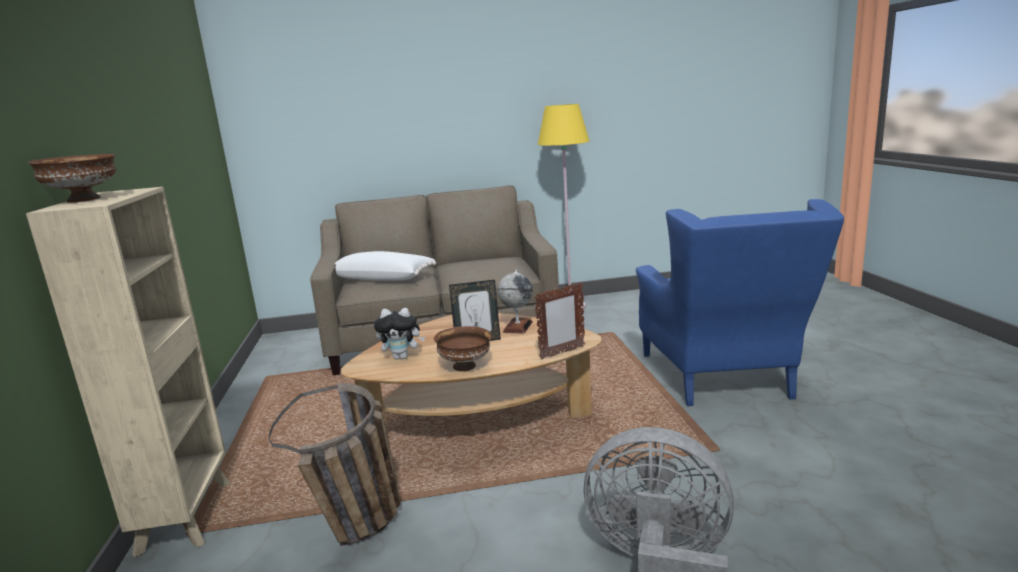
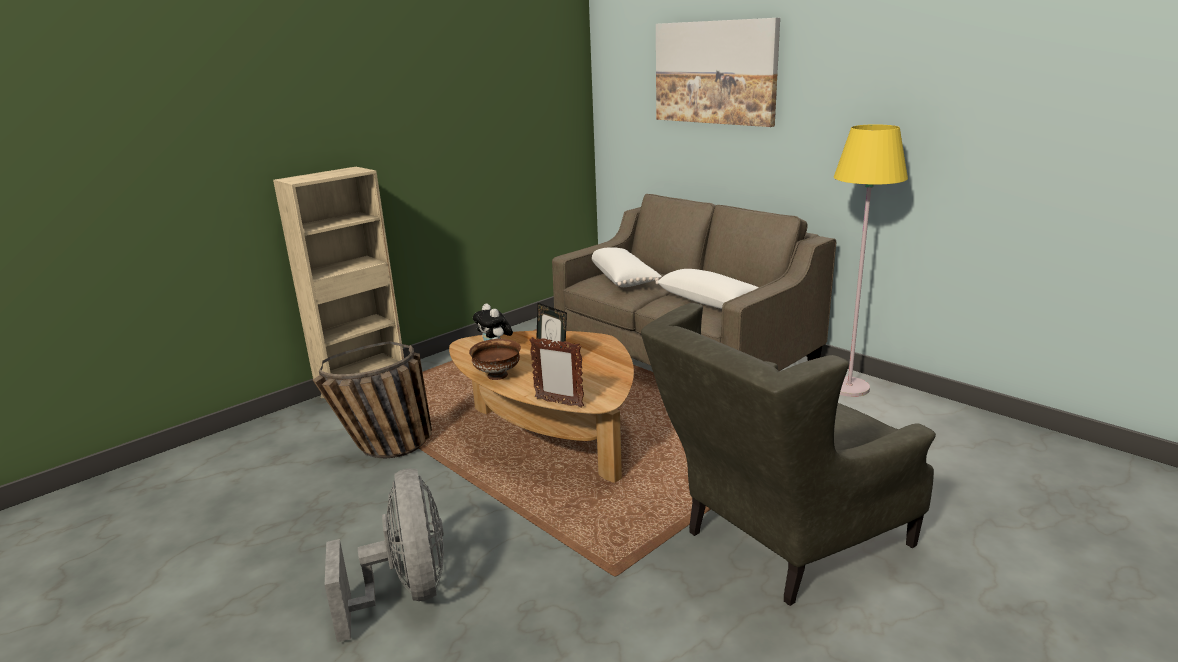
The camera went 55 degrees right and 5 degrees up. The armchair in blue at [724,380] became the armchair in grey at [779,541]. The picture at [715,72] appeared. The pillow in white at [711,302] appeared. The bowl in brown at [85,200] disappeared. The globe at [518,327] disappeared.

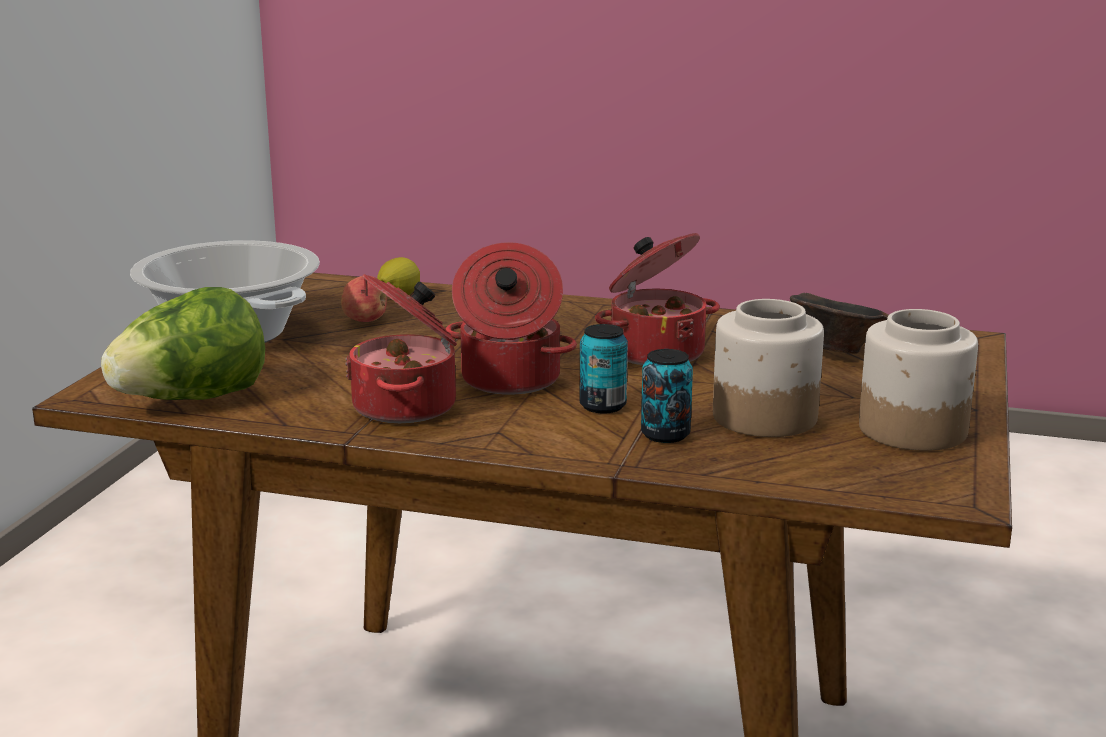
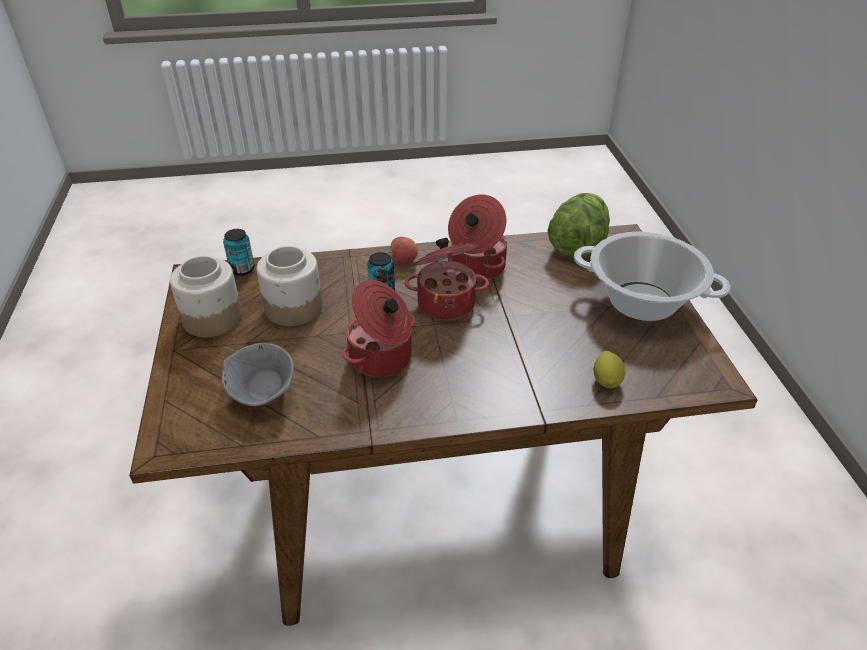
The camera went 155 degrees right and 20 degrees up. The bowl in brown at [834,351] became the bowl in grey at [264,396]. The can moved from [665,434] to [242,269]. The apple moved from [365,320] to [403,261].

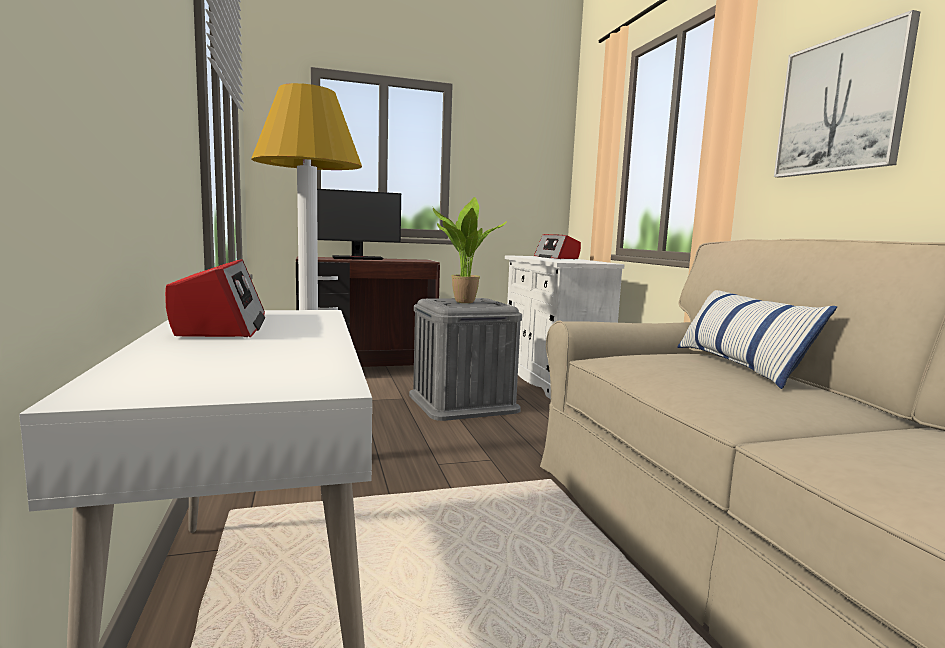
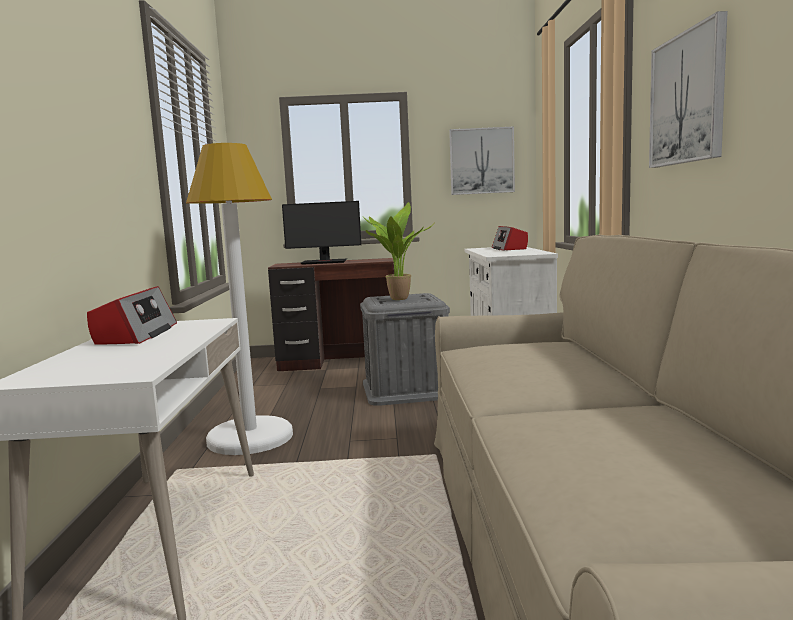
The camera went 15 degrees right and 0 degrees up. The picture at [481,161] appeared. The pillow at [738,365] disappeared.

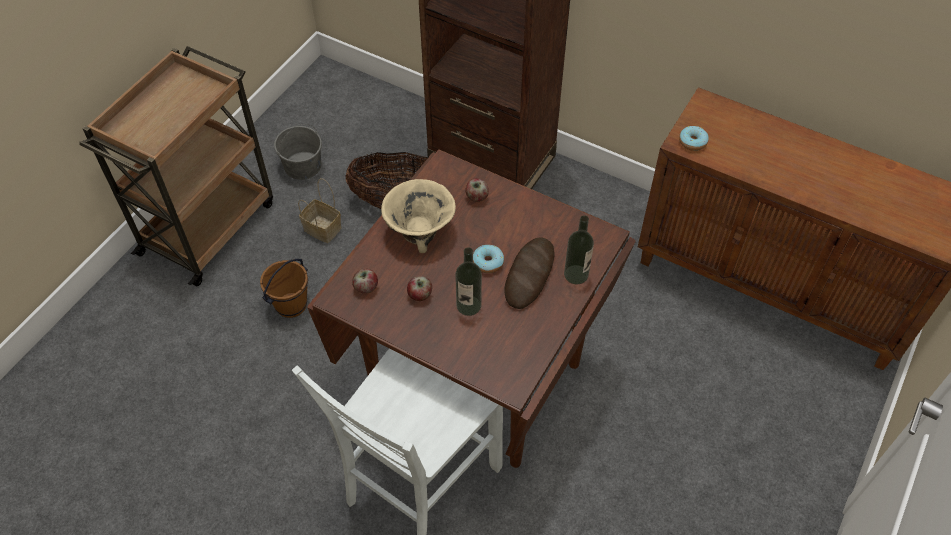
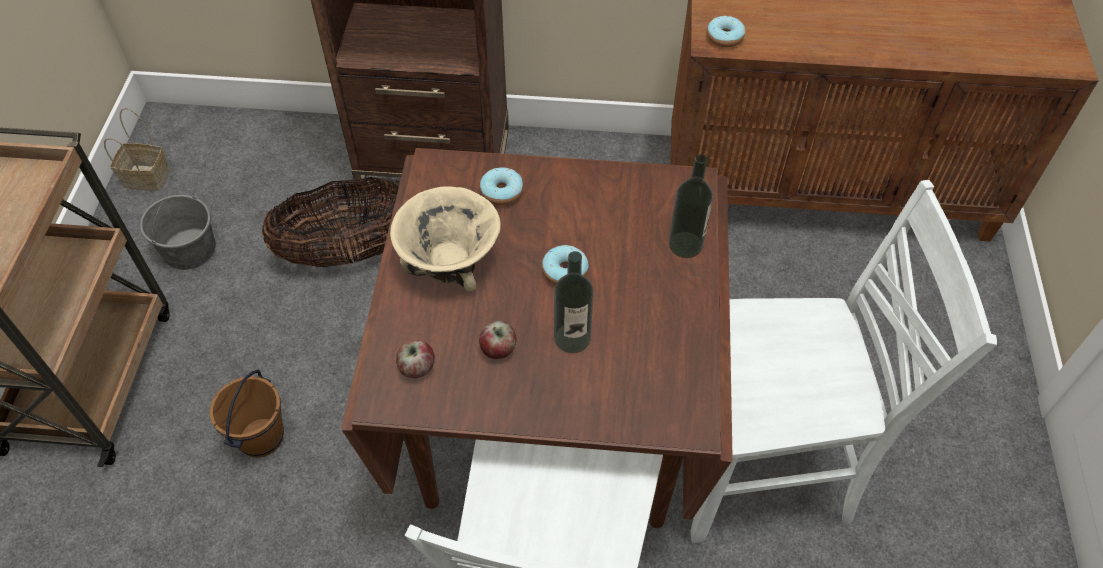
The camera went 25 degrees left and 0 degrees up. The basket moved from [321,229] to [144,178]. The apple at [476,197] was replaced by the donut at [501,192]. The chair in white at [763,472] appeared. The bread at [529,275] disappeared.

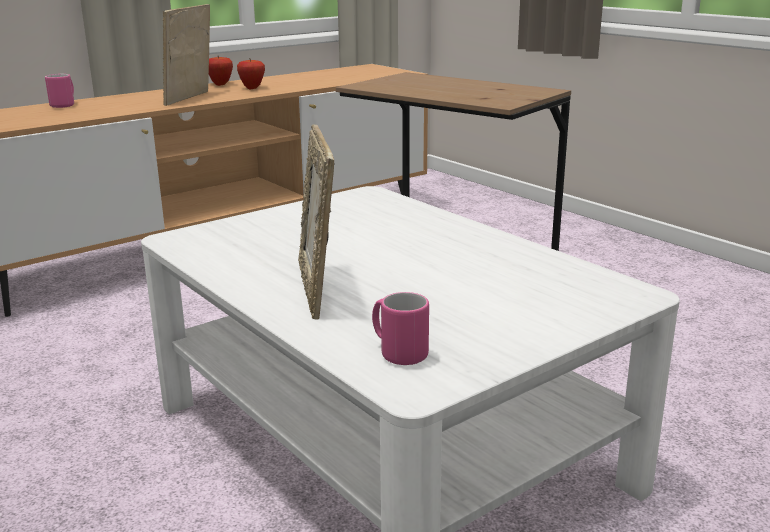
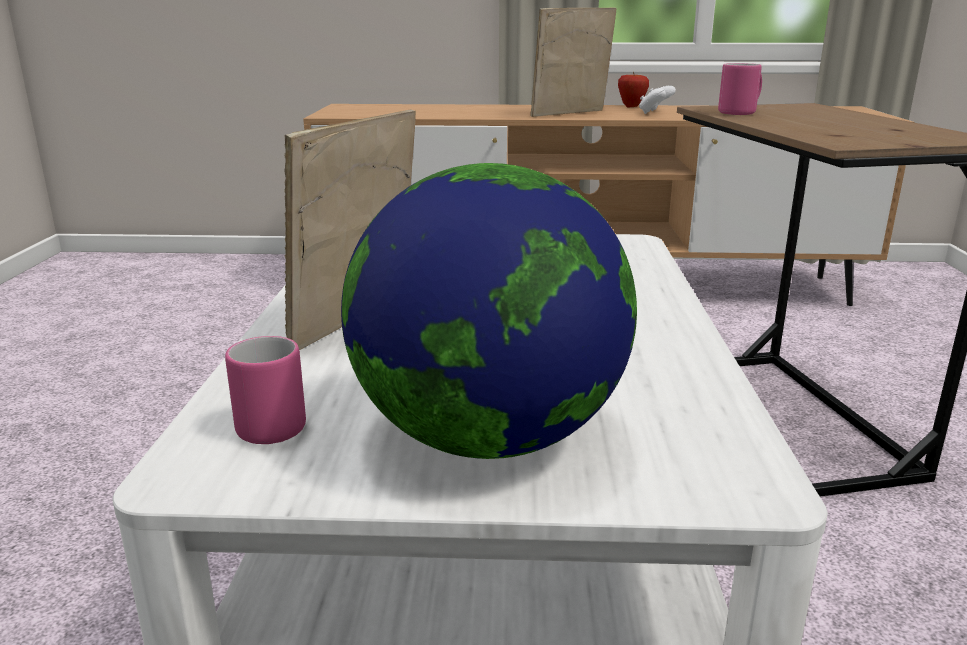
The camera went 40 degrees right and 0 degrees up. The globe at [489,438] appeared. The apple at [252,88] was replaced by the game controller in white at [654,113]. The mug in pink moved from [65,105] to [741,113].

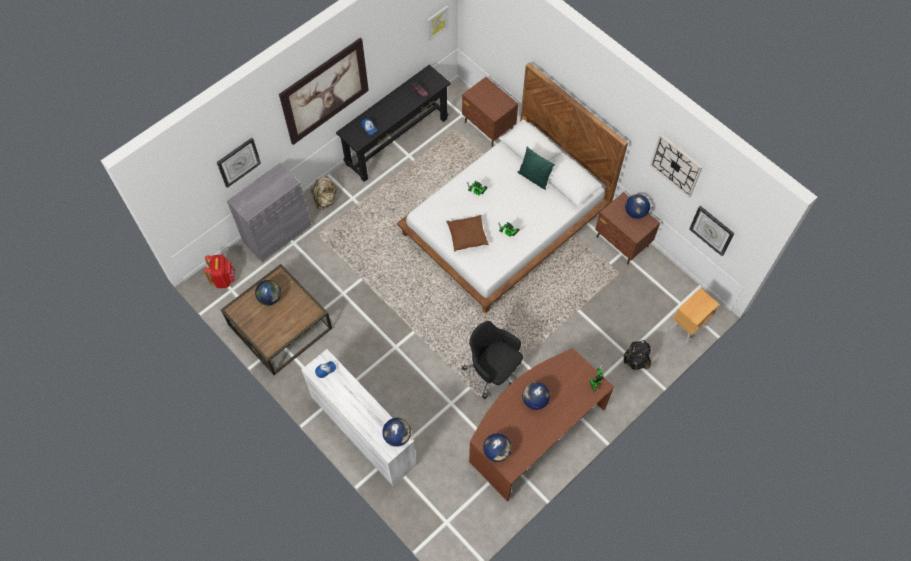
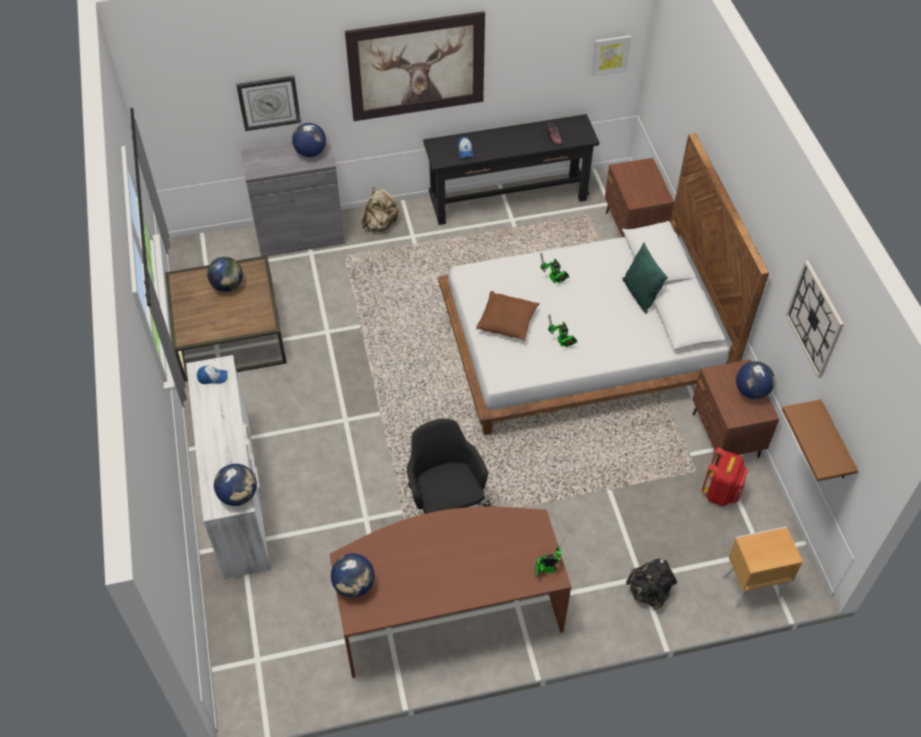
The camera went 30 degrees right and 10 degrees down. The globe moved from [534,400] to [310,152]. The backpack in red moved from [224,279] to [721,492]. The wall clock at [712,230] was replaced by the shelf in brown at [835,443].

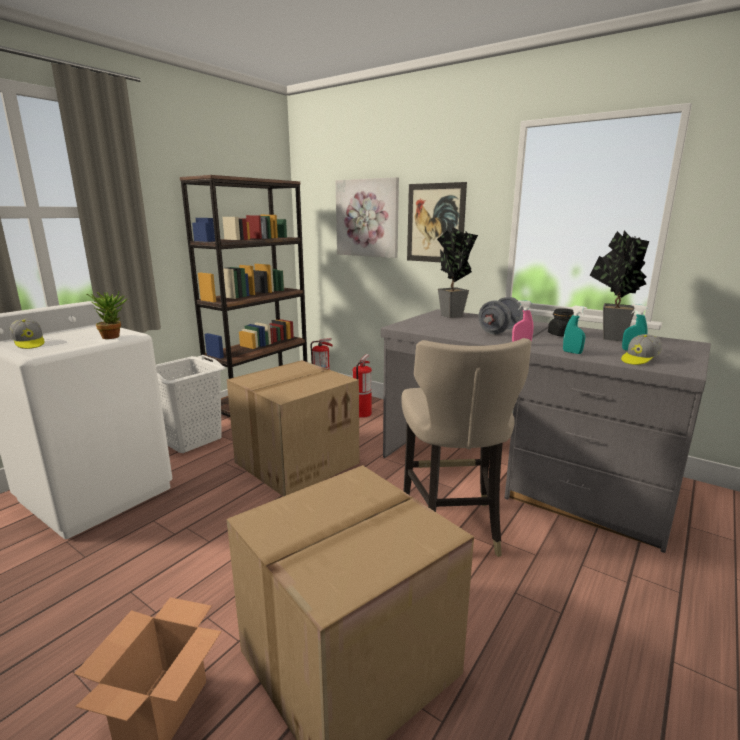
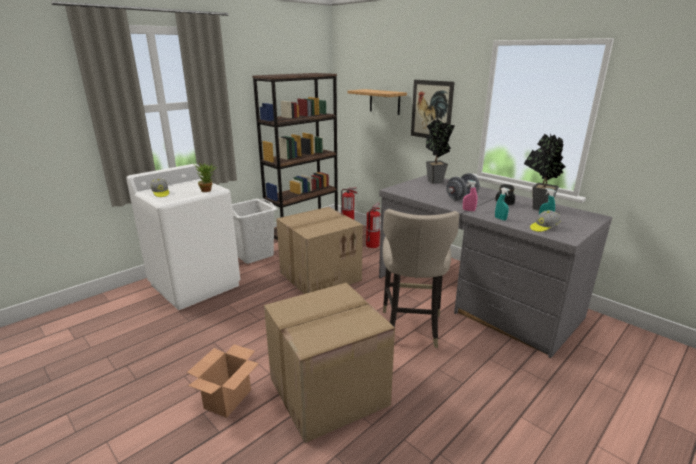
The camera went 10 degrees right and 5 degrees up. The picture at [367,218] was replaced by the shelf at [384,102].

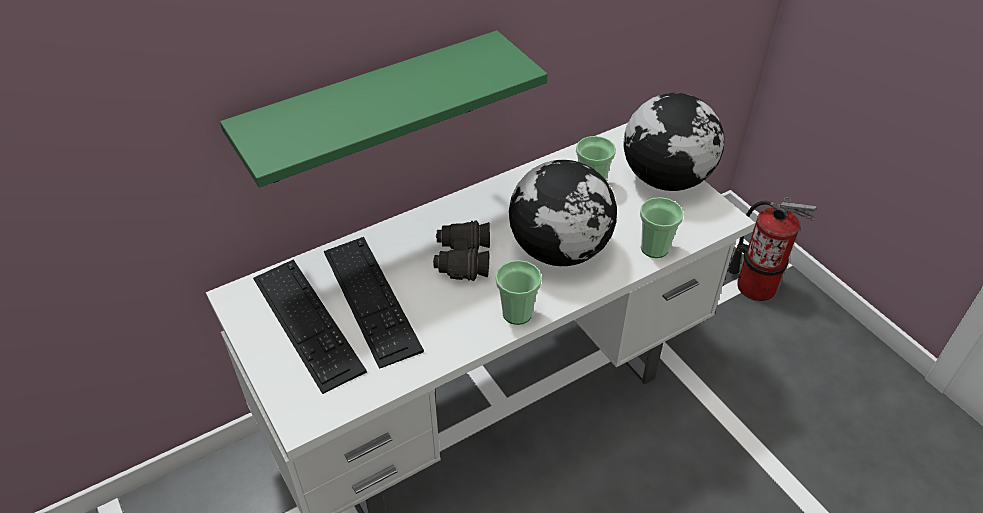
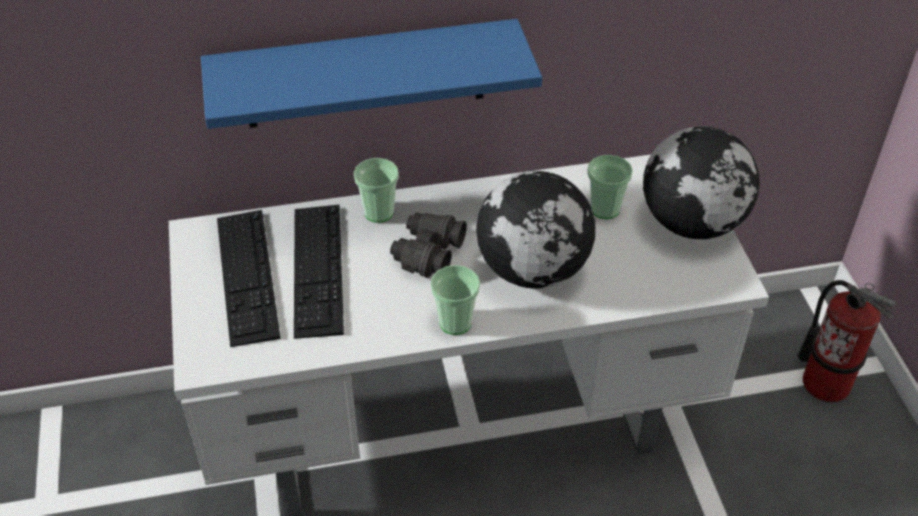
The camera went 20 degrees right and 0 degrees up. The shelf in green at [372,109] became the shelf in blue at [365,74]. The cup moved from [654,248] to [378,212].

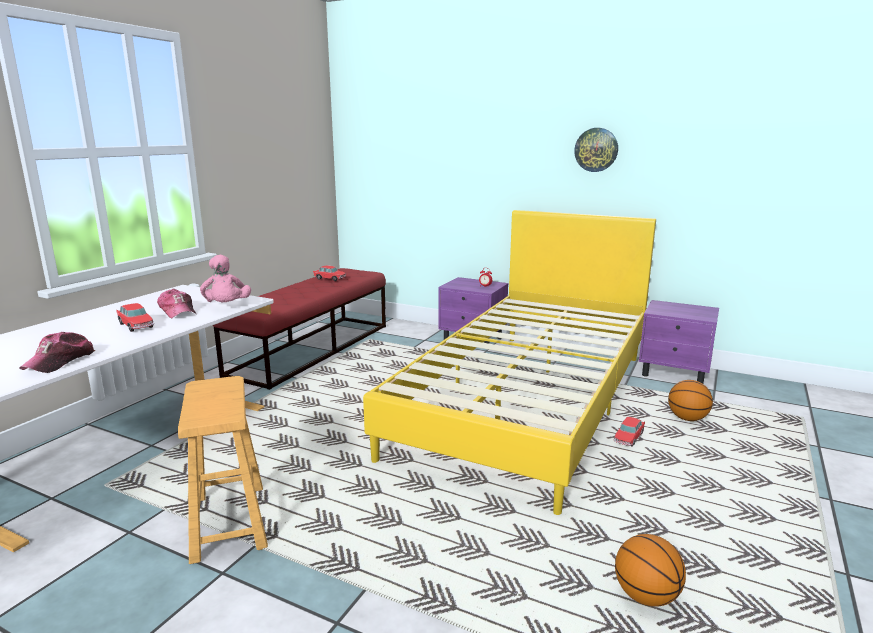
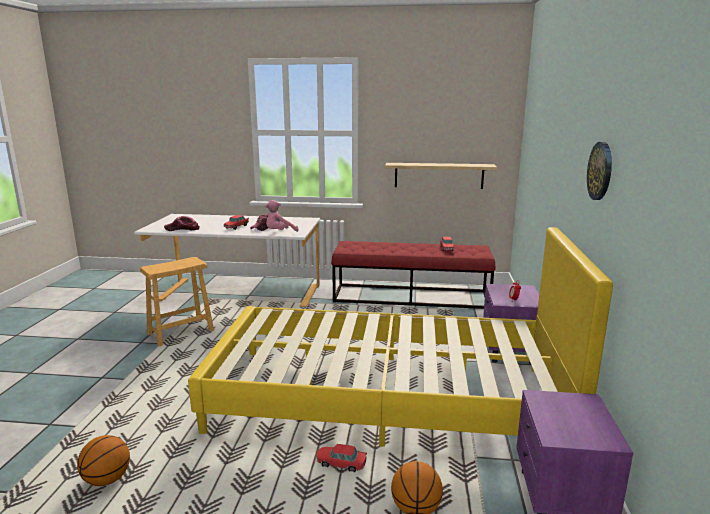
The camera went 70 degrees right and 0 degrees up. The shelf at [439,175] appeared.

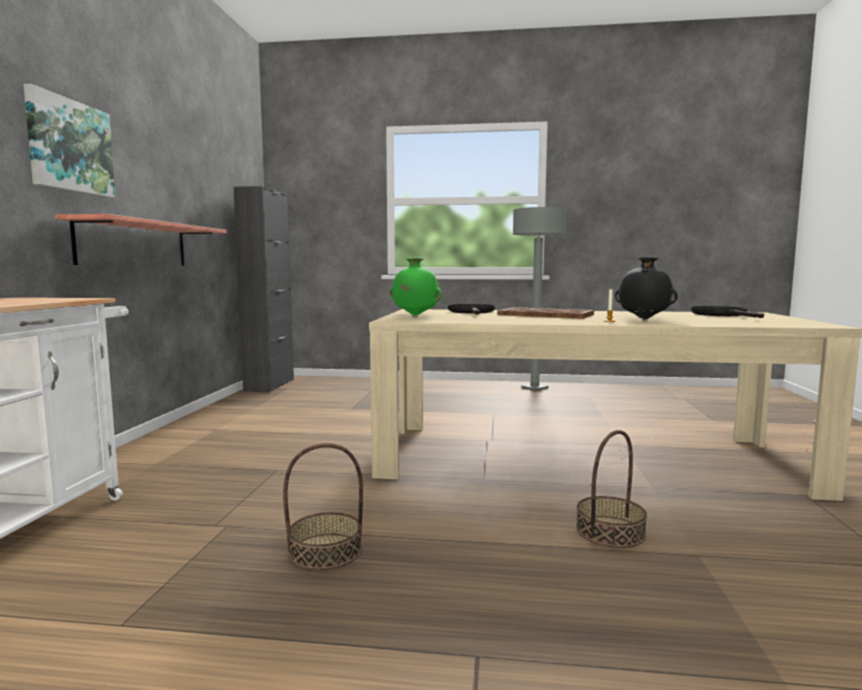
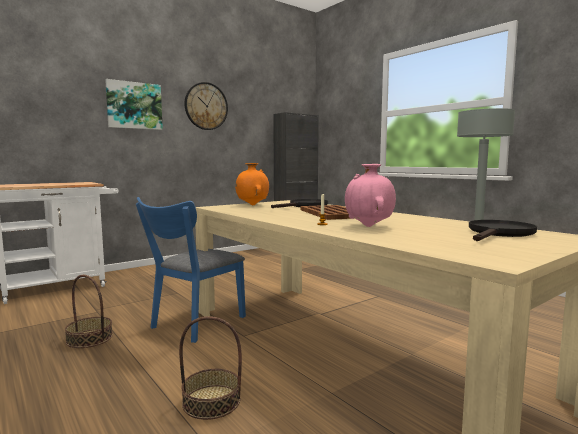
The camera went 45 degrees right and 0 degrees up. The chair in blue at [194,324] appeared. The wall clock at [206,106] appeared. The vase in green at [415,315] became the vase in orange at [252,205]. The vase in black at [644,319] became the vase in pink at [369,226]. The shelf at [134,244] disappeared.

